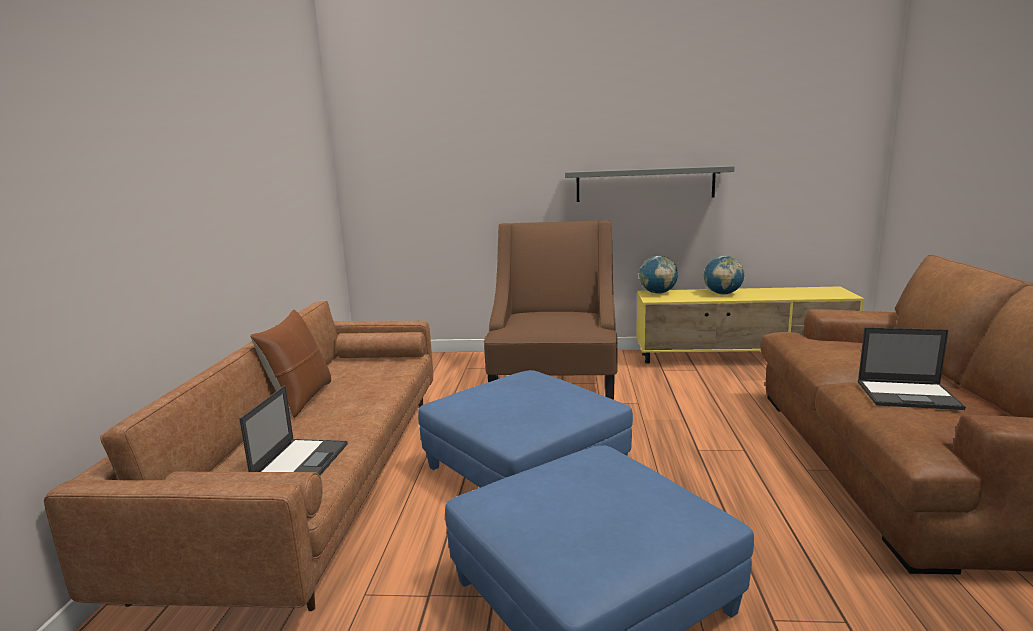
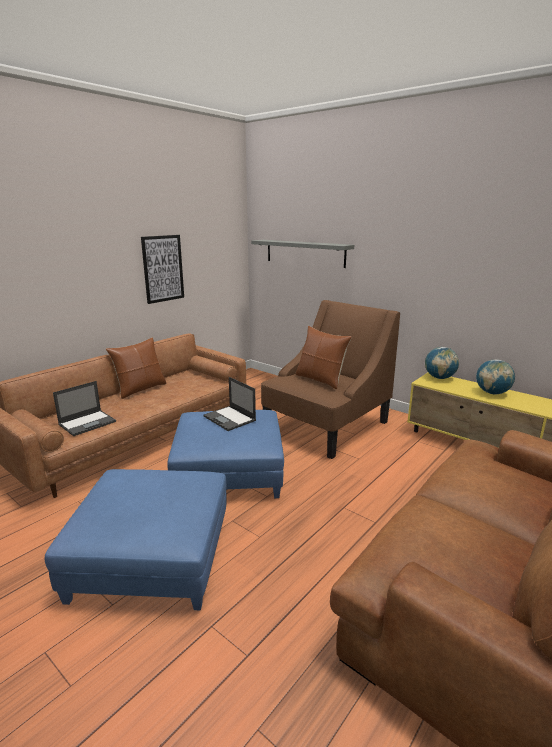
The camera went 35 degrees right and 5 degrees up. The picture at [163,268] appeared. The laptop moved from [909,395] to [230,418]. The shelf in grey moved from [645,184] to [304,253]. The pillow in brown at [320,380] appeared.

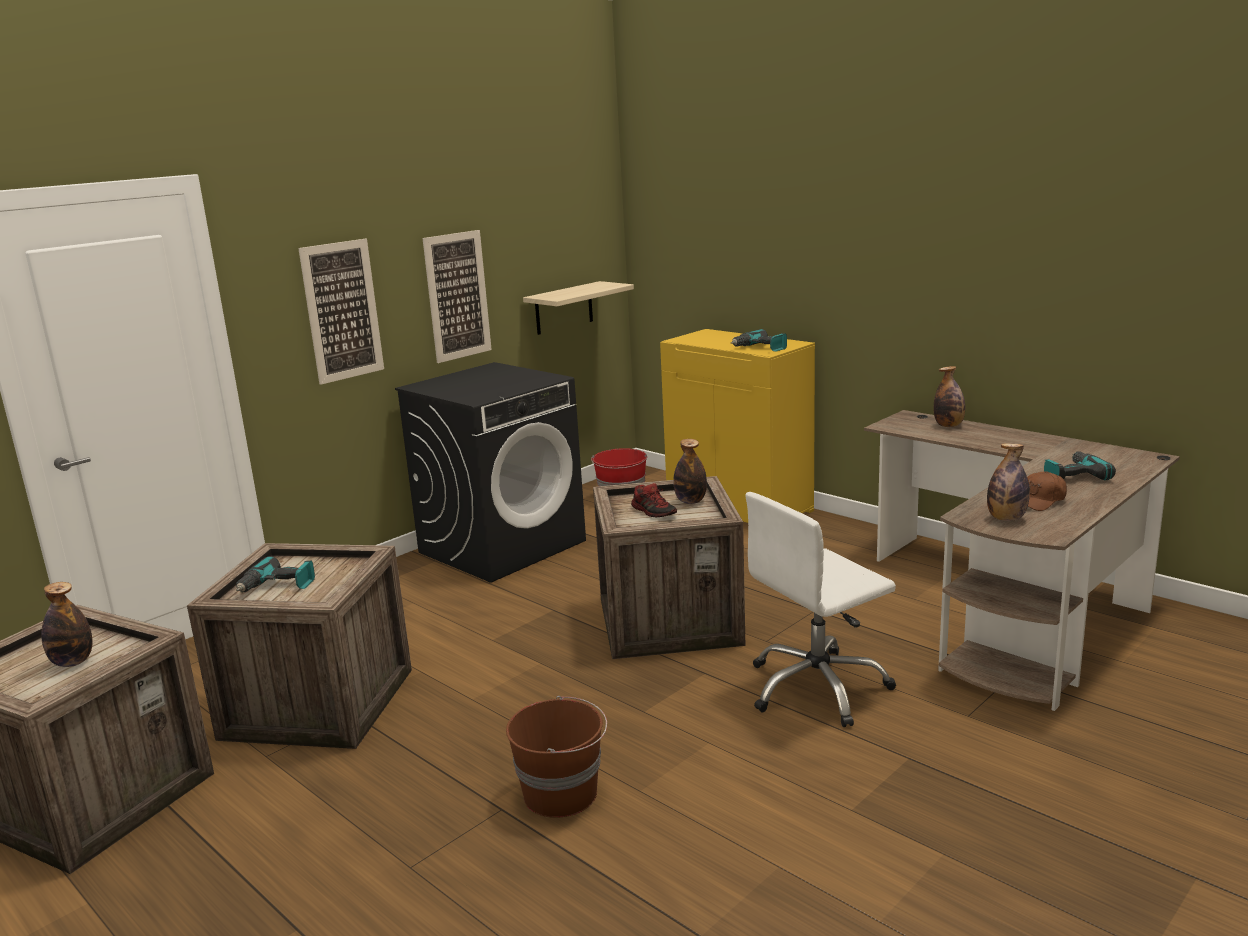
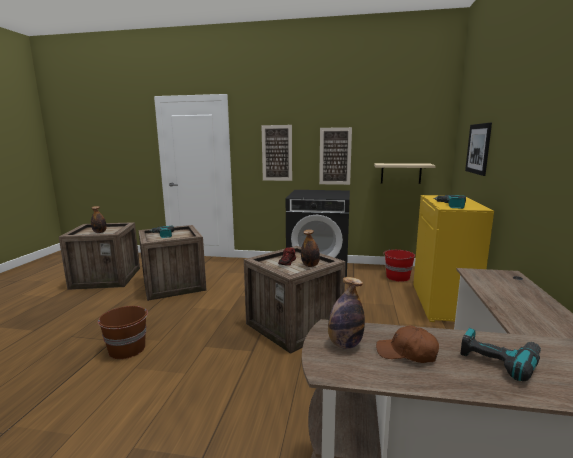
The camera went 55 degrees right and 5 degrees down. The picture at [478,148] appeared. The office chair in white at [817,688] disappeared. The bottle at [948,426] disappeared.

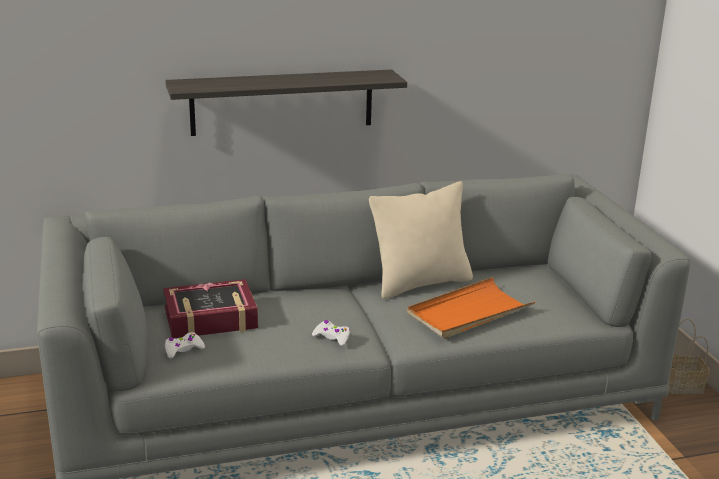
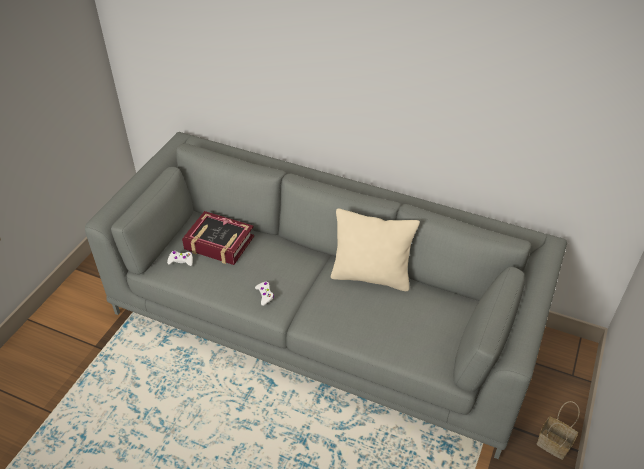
The camera went 40 degrees right and 20 degrees up. The shelf at [282,102] disappeared. The tray in orange at [469,312] disappeared.

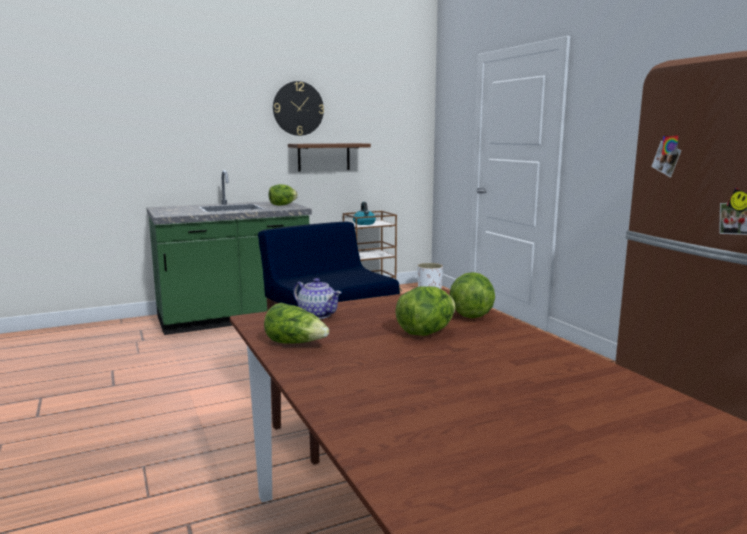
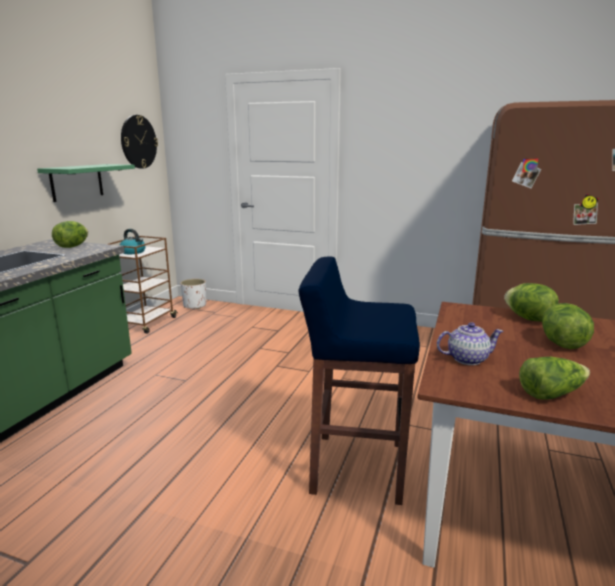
The camera went 45 degrees left and 5 degrees up. The shelf in brown at [324,157] became the shelf in green at [77,182]. The wall clock moved from [298,108] to [138,142].

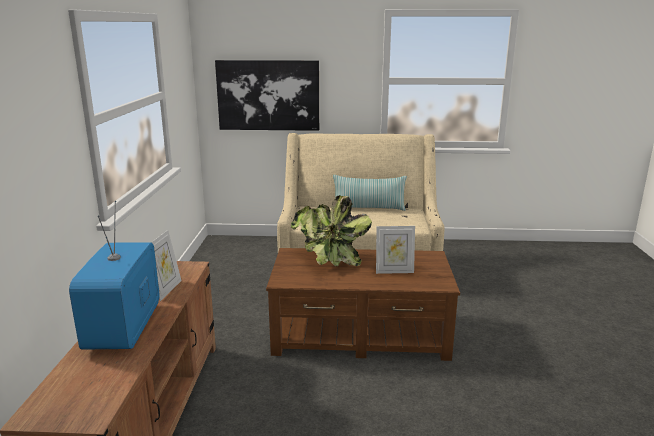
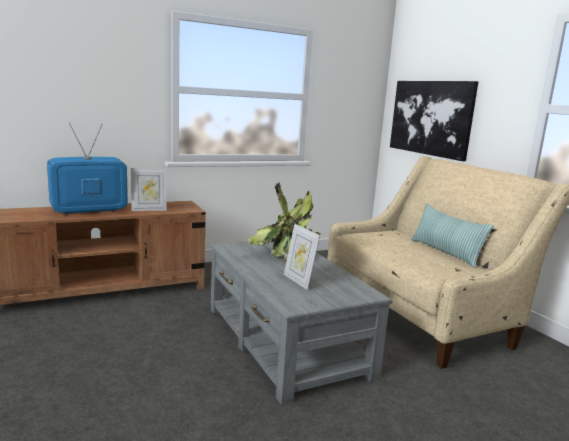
The camera went 60 degrees right and 5 degrees down. The coffee table in brown at [361,332] became the coffee table in grey at [284,341].

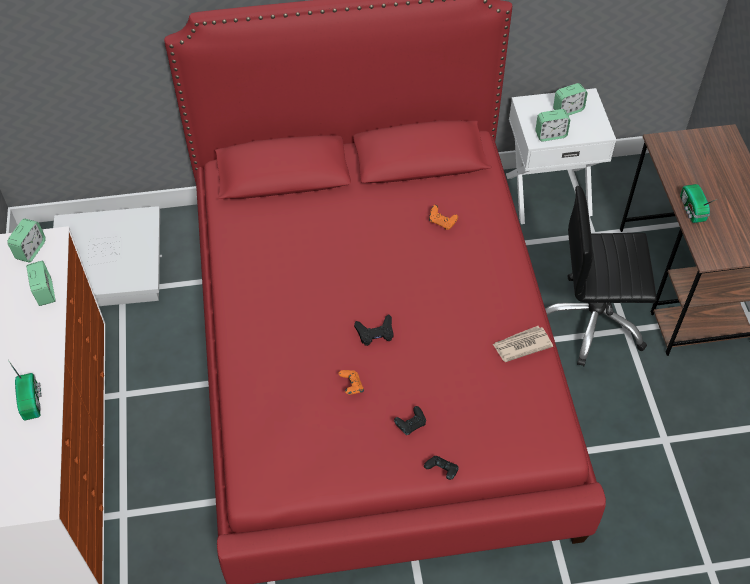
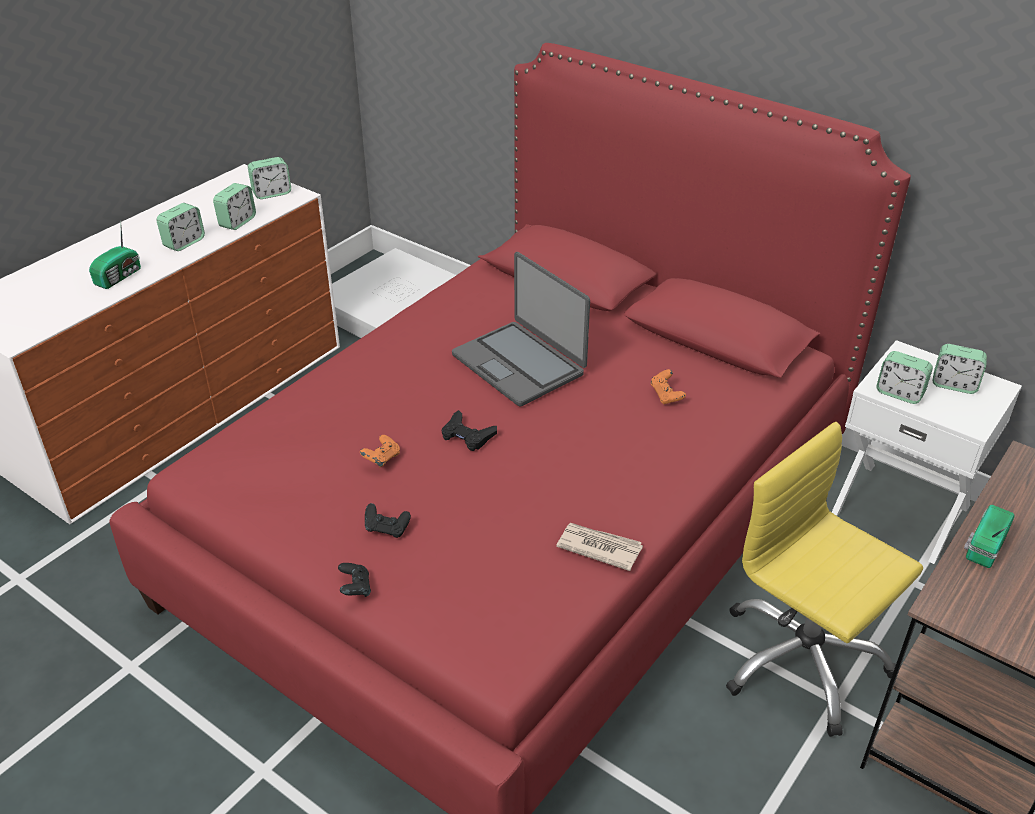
The camera went 45 degrees right and 15 degrees down. The alarm clock at [184,243] appeared. The laptop at [519,364] appeared. The office chair in black at [592,321] became the office chair in yellow at [802,661].

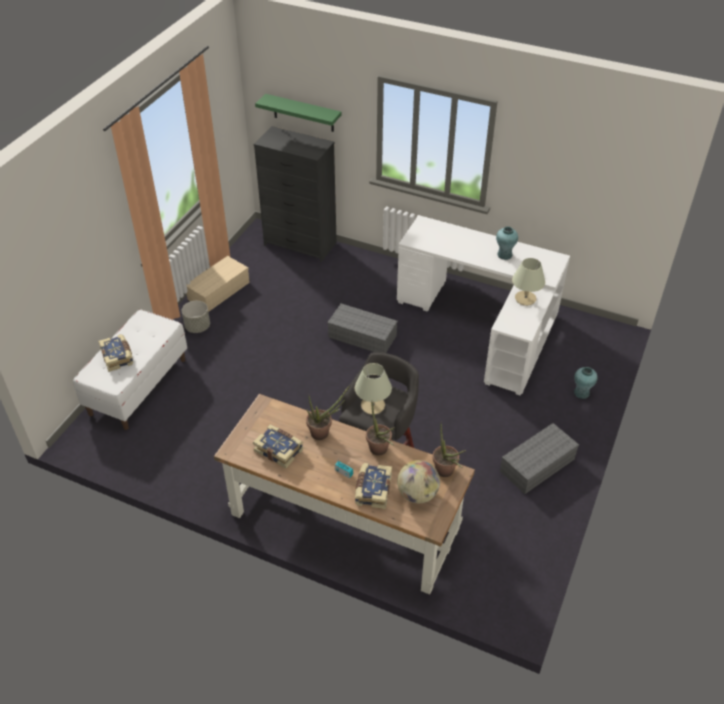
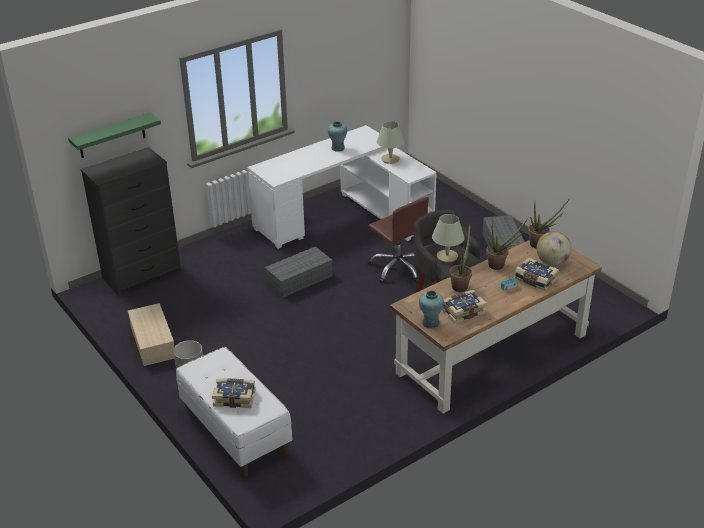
The camera went 60 degrees left and 10 degrees down. The office chair in brown at [398,268] appeared. The vase in turquoise moved from [581,393] to [430,323].

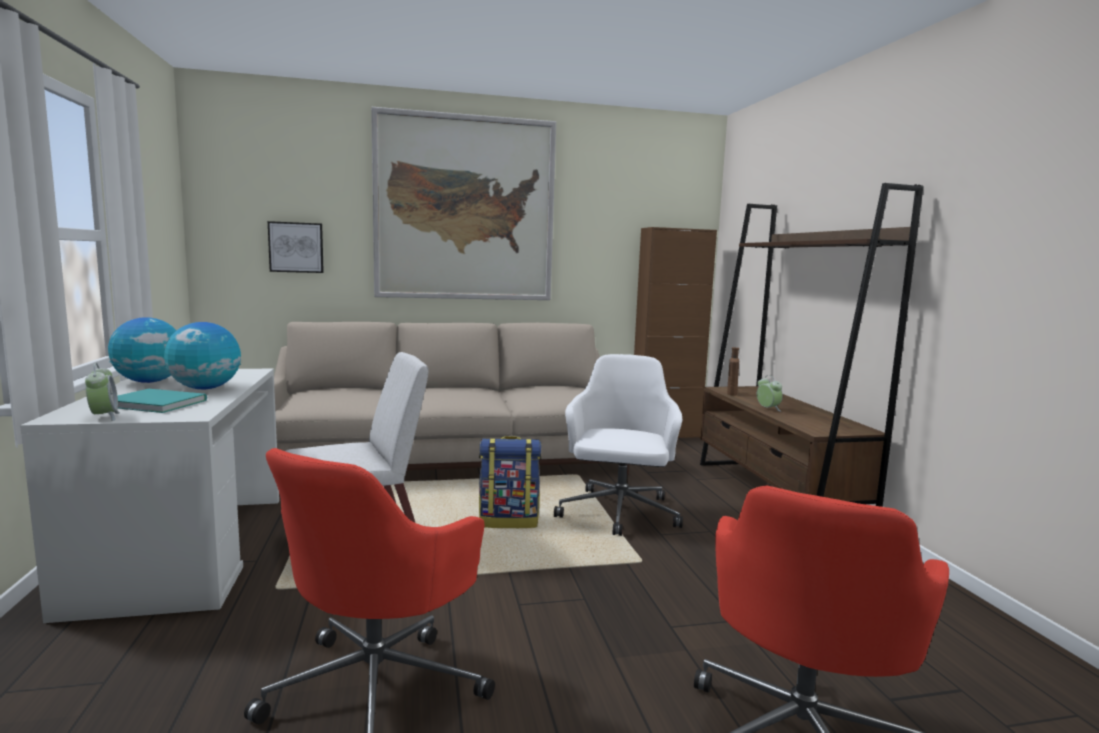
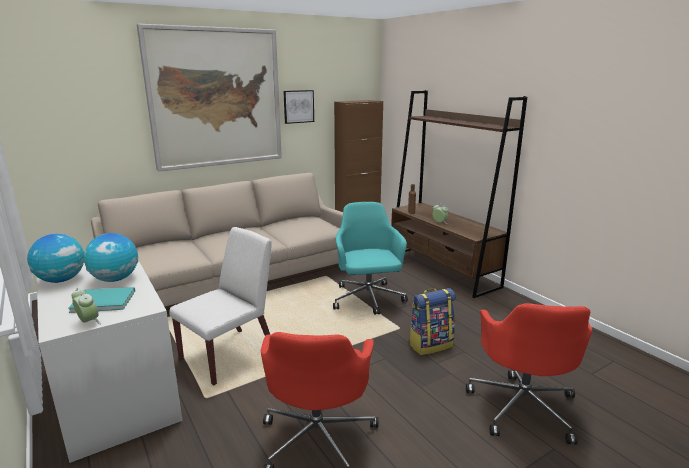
The camera went 20 degrees left and 10 degrees up. The picture moved from [296,247] to [298,106]. The office chair in white at [618,514] became the office chair in turquoise at [368,299]. The backpack moved from [509,521] to [430,345].

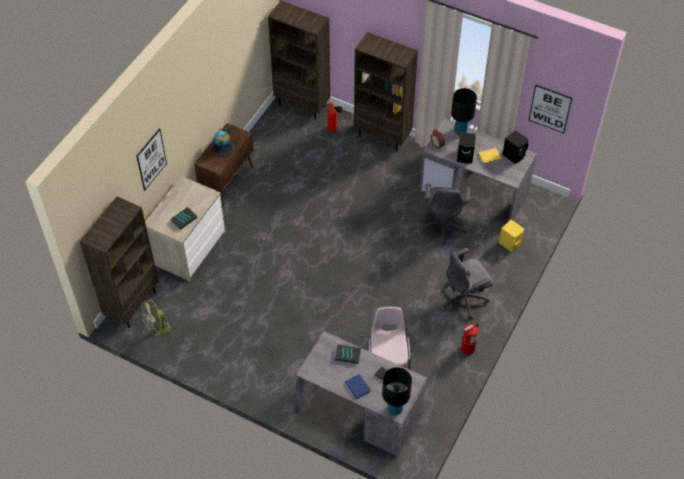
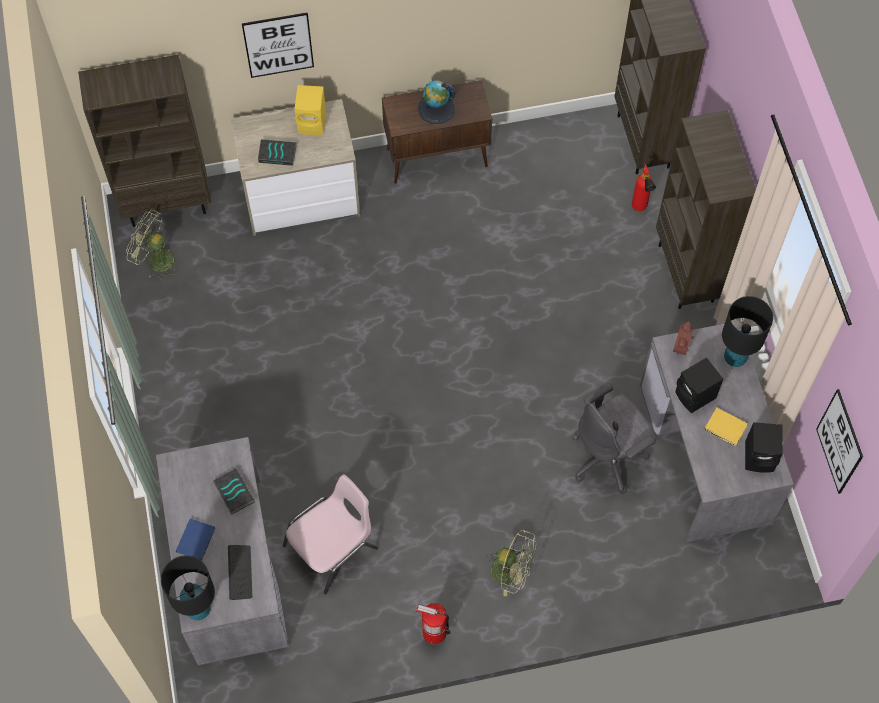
The camera went 50 degrees right and 10 degrees up. The speaker in yellow moved from [510,243] to [313,122]. The office chair in grey at [465,299] was replaced by the fan in green at [511,572].

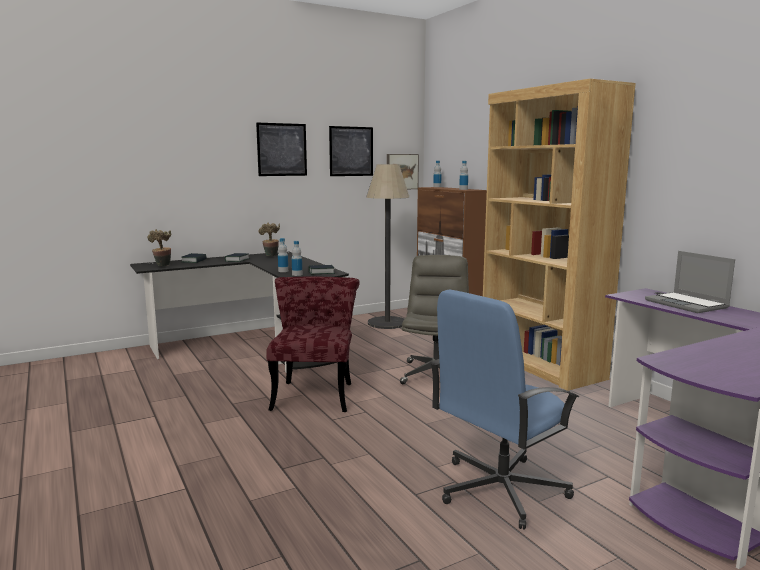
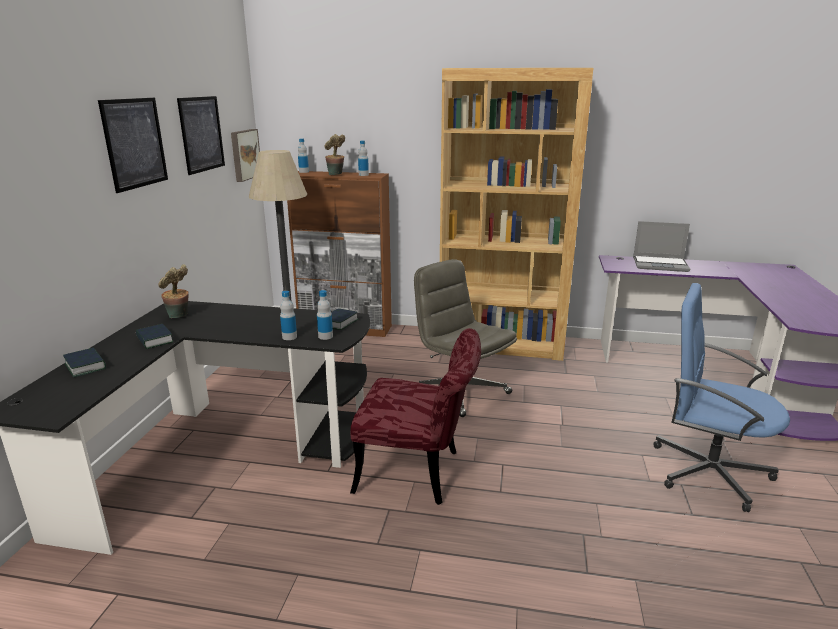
The camera went 50 degrees left and 10 degrees up. The potted plant moved from [162,266] to [336,175]. The chair in red at [315,392] turned 150 degrees clockwise. The office chair in blue at [499,489] turned 120 degrees clockwise.

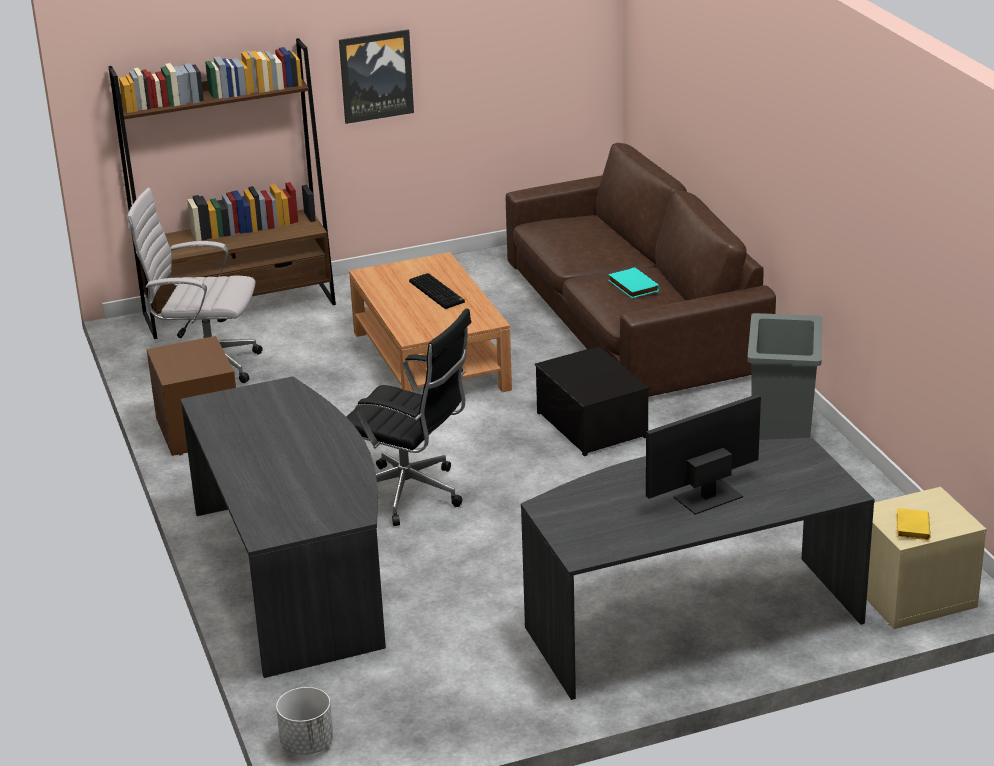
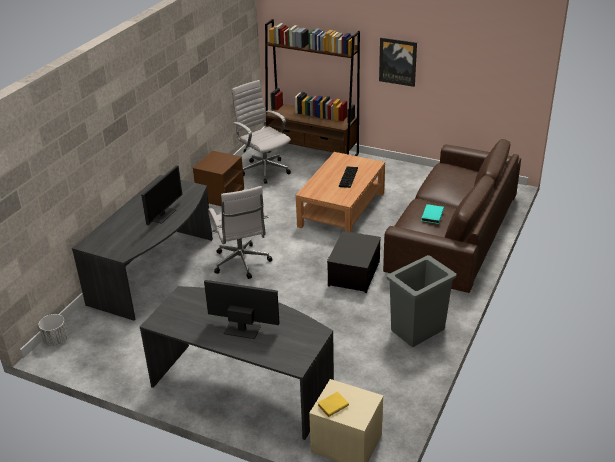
The camera went 45 degrees right and 5 degrees up. The monitor at [162,214] appeared. The office chair in black at [412,495] became the office chair in white at [242,264].

